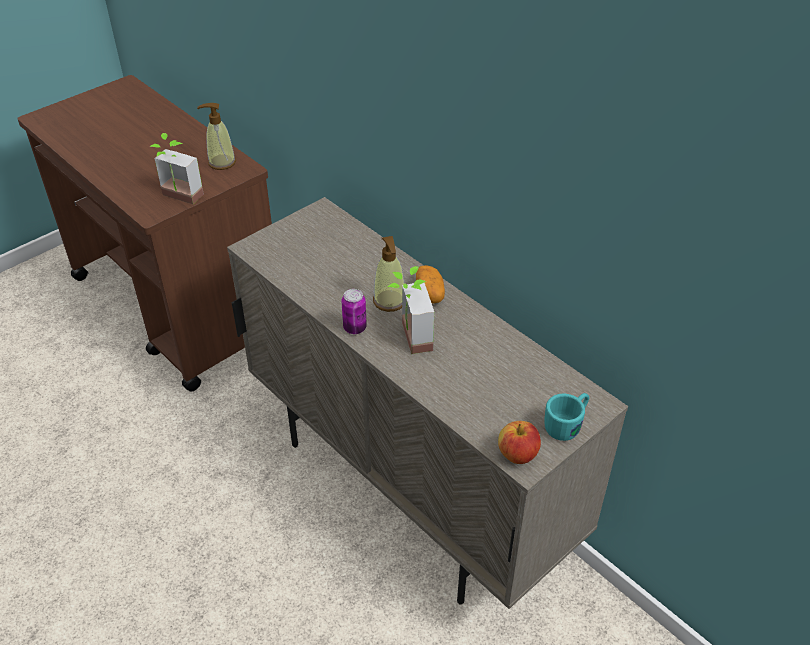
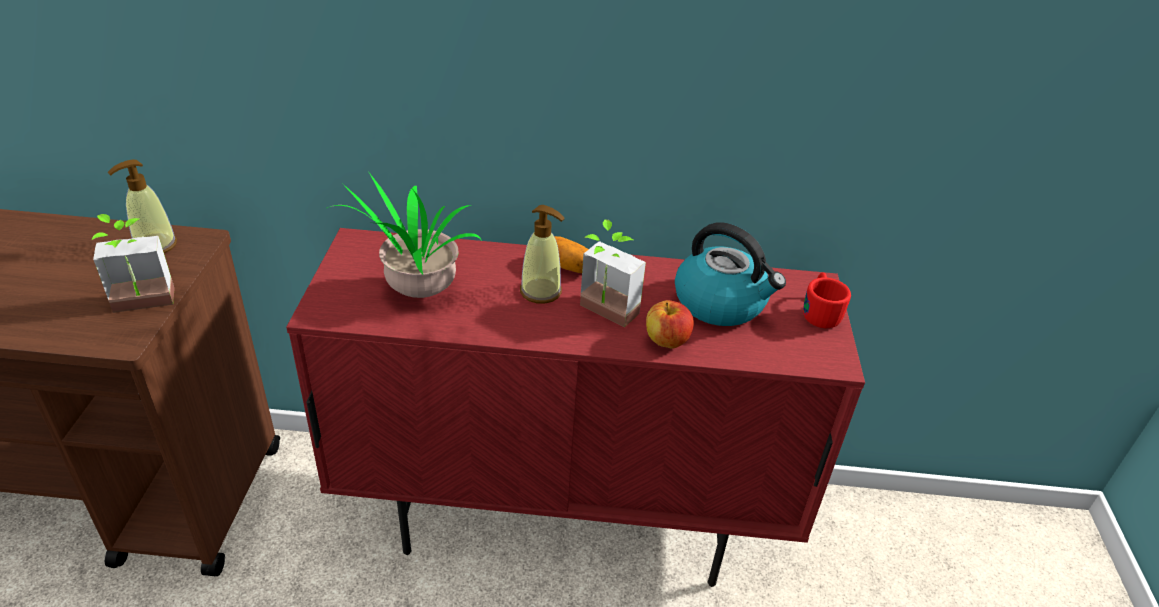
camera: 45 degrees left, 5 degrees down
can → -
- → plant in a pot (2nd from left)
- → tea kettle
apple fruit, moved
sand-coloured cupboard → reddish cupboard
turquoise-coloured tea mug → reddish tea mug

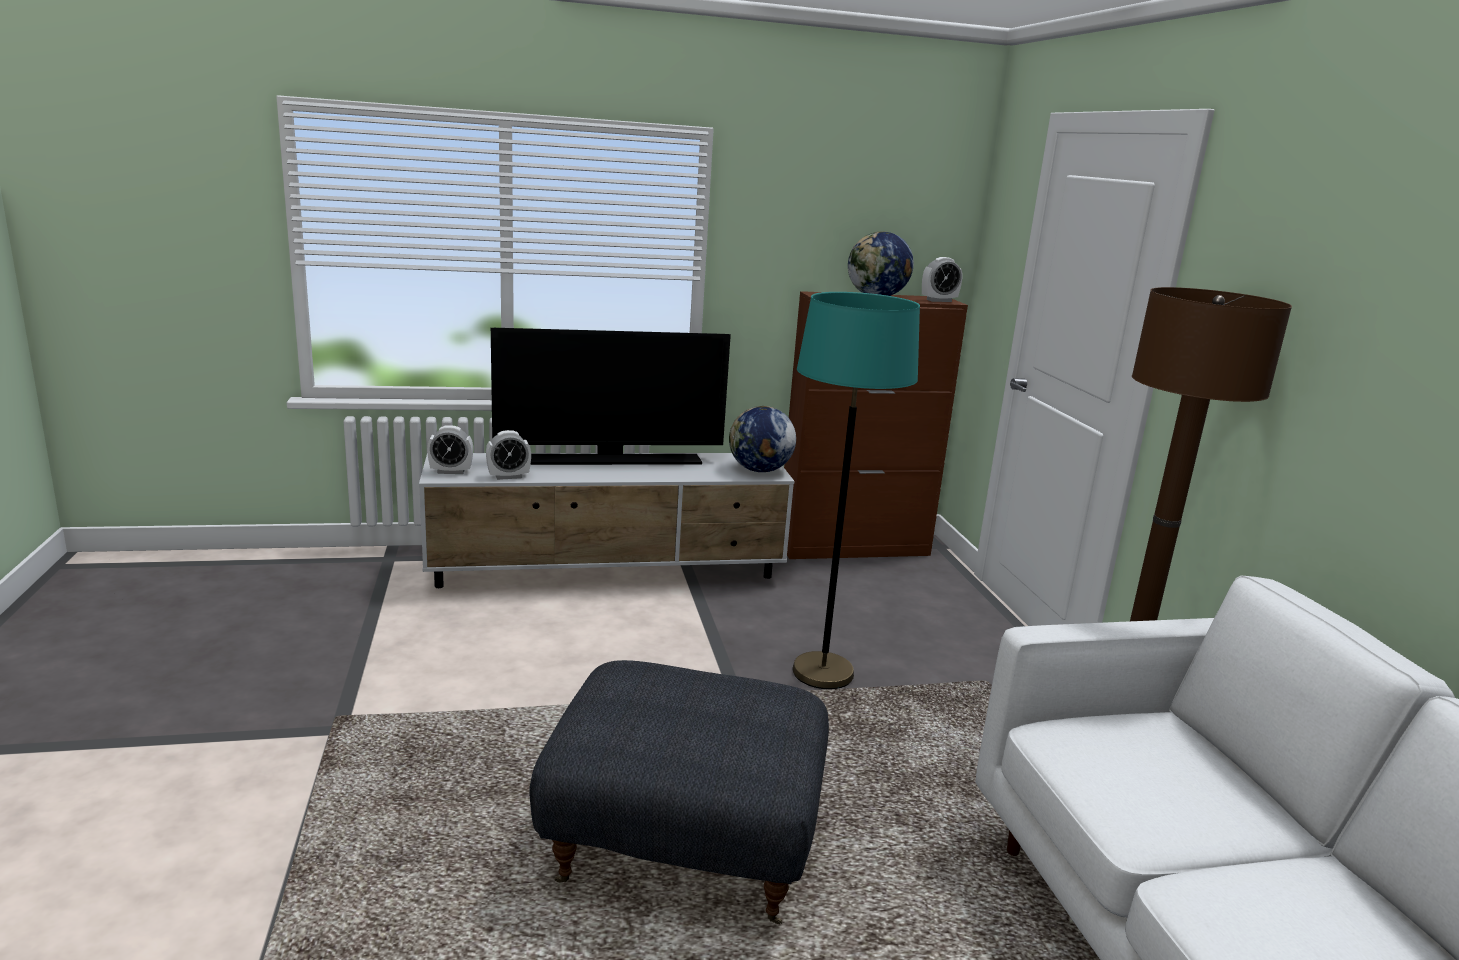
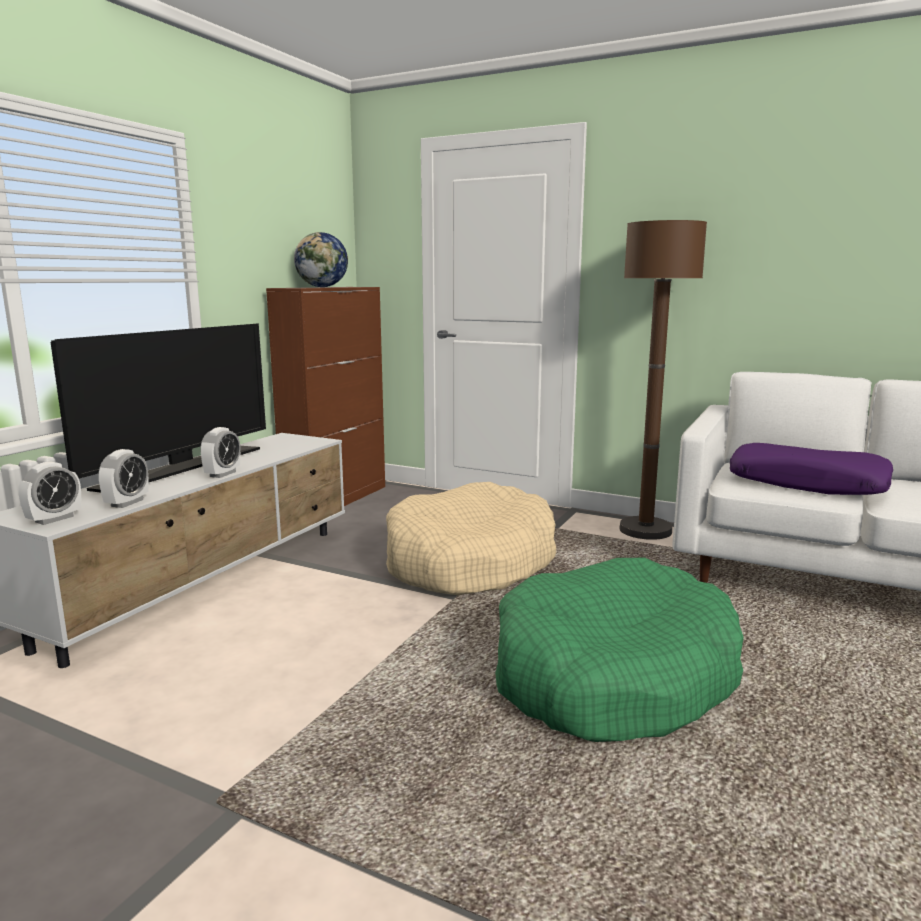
camera: 50 degrees left, 5 degrees down
desk globe (1st from left) → -
- → purple-coloured cushion
table clock (3rd from left), moved
grey pouffe → greenish dog bed
turquoise-coloured floor lamp → sand-coloured dog bed

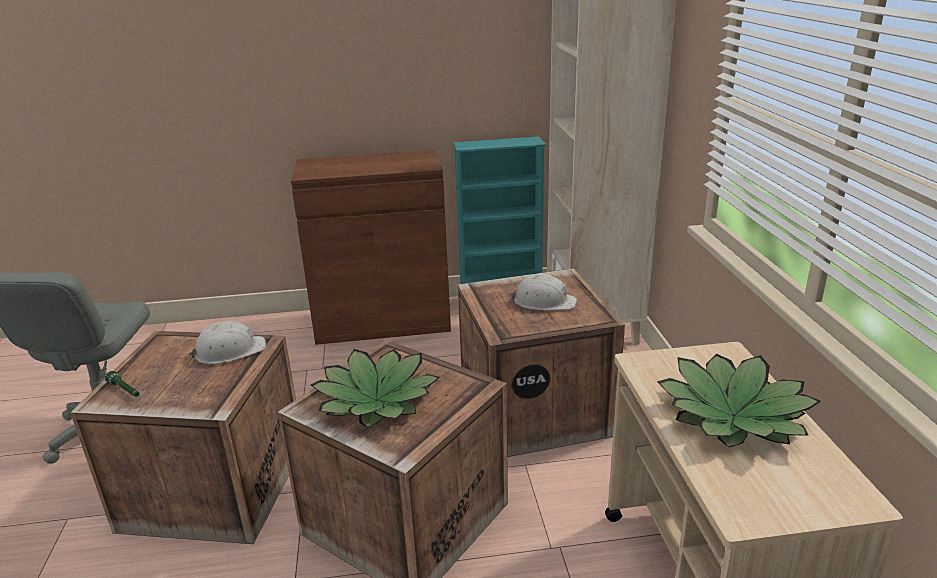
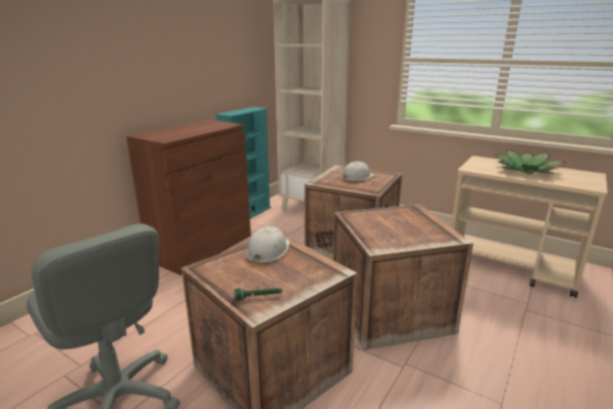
camera: 50 degrees left, 5 degrees down
plant in a pot (1st from left) → -

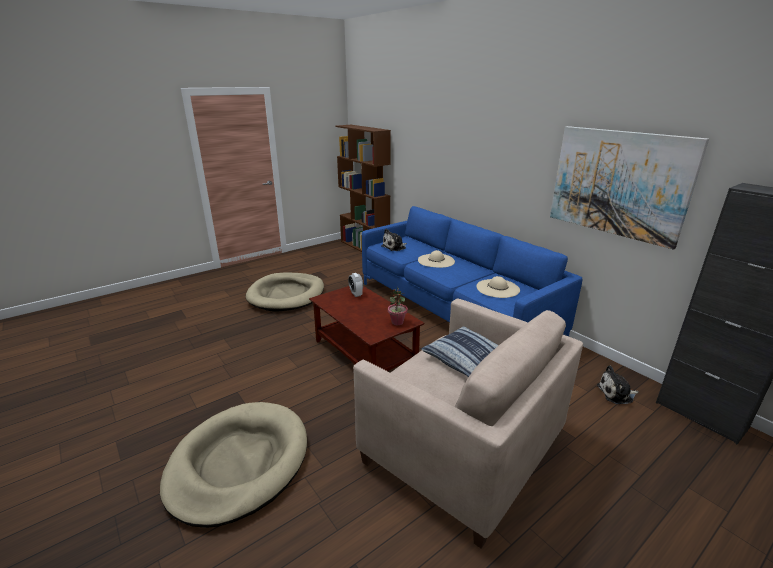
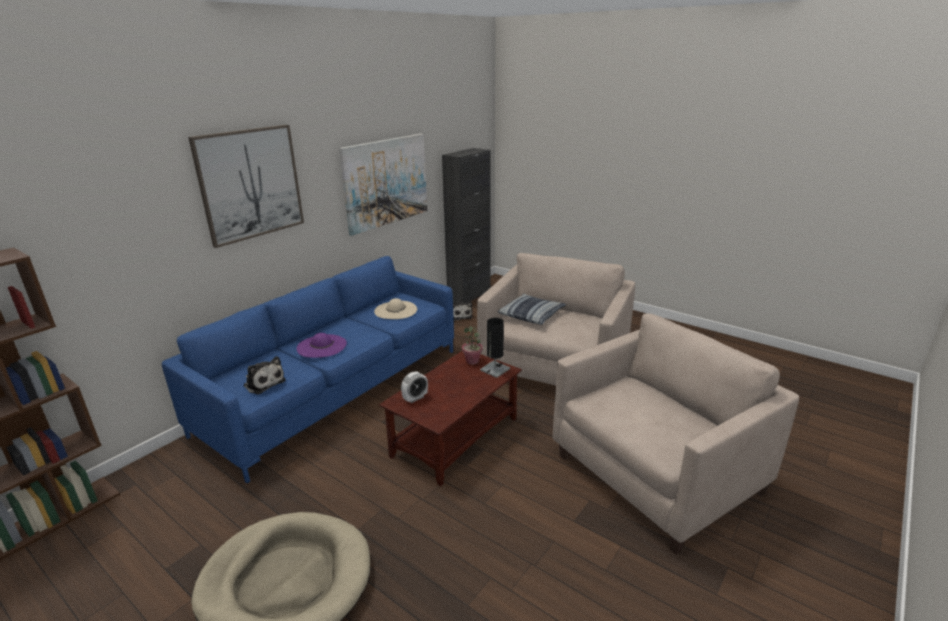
camera: 105 degrees left, 0 degrees up
- → picture (1st from left)
- → black-coloured tabletop lamp
sand-coloured dog bed (1st from left) → sand-coloured lounge chair (2nd from left)
sand-coloured clothing hat (1st from left) → purple-coloured clothing hat

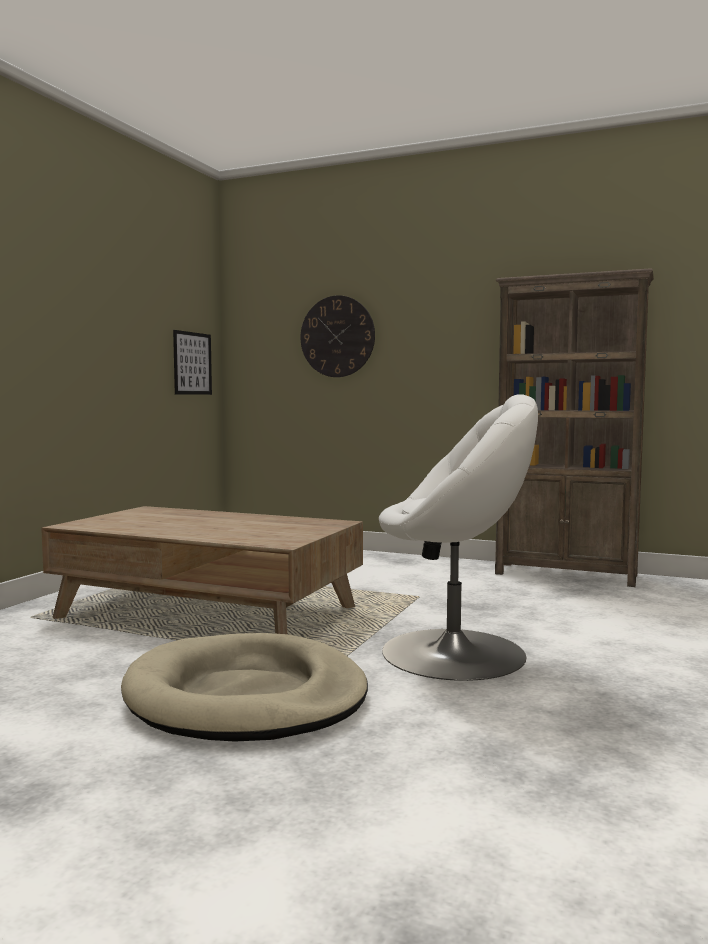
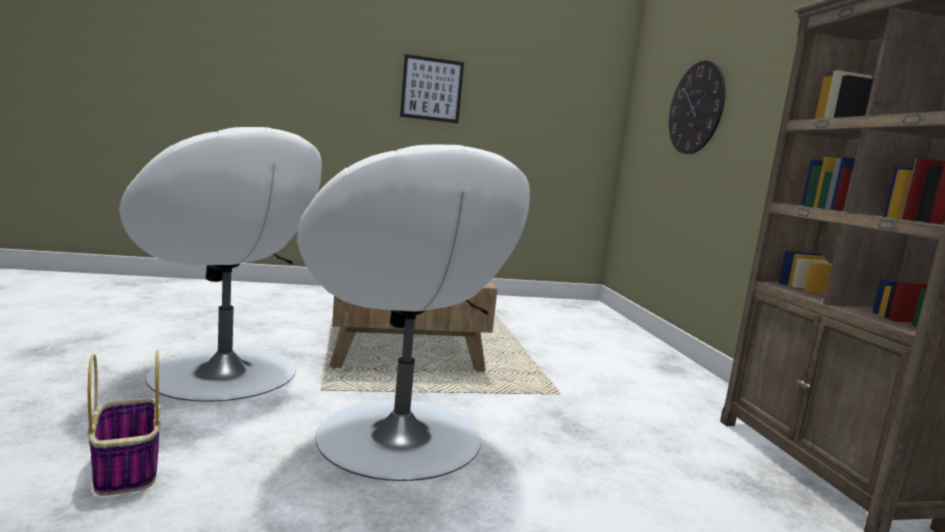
camera: 55 degrees right, 5 degrees up
- → storage basket
picture, moved
sand-coloured dog bed → whitish lounge chair (1st from left)

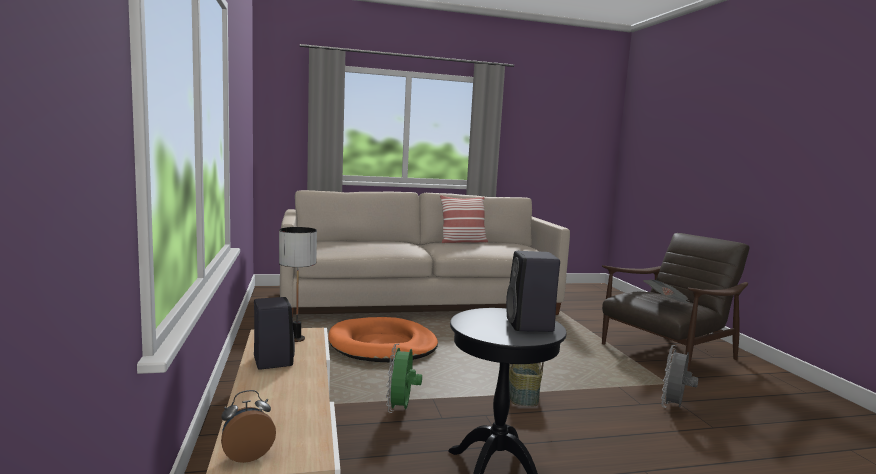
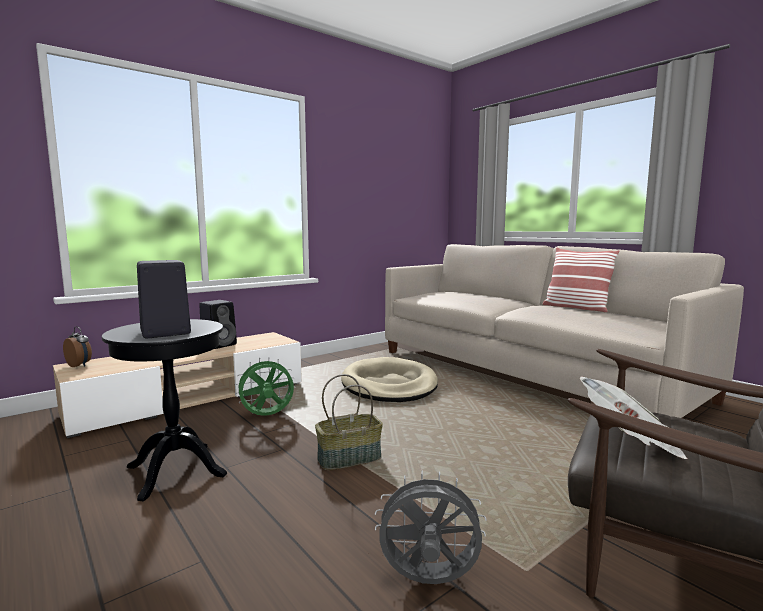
camera: 65 degrees right, 0 degrees up
tabletop lamp → -
orangey dog bed → sand-coloured dog bed

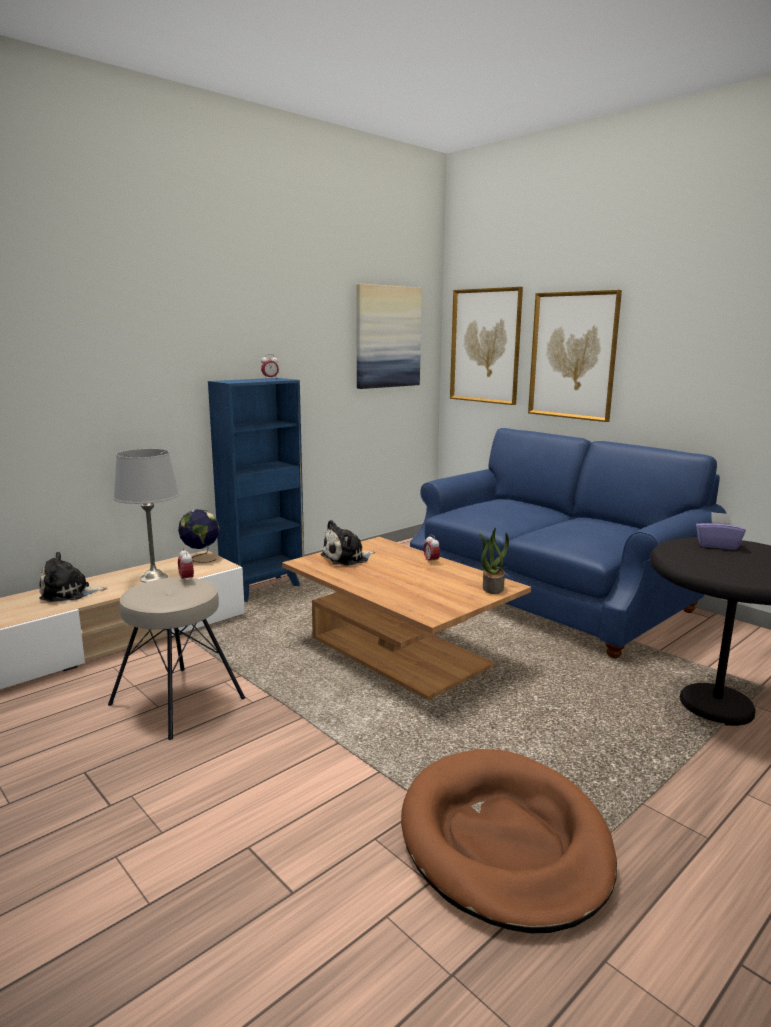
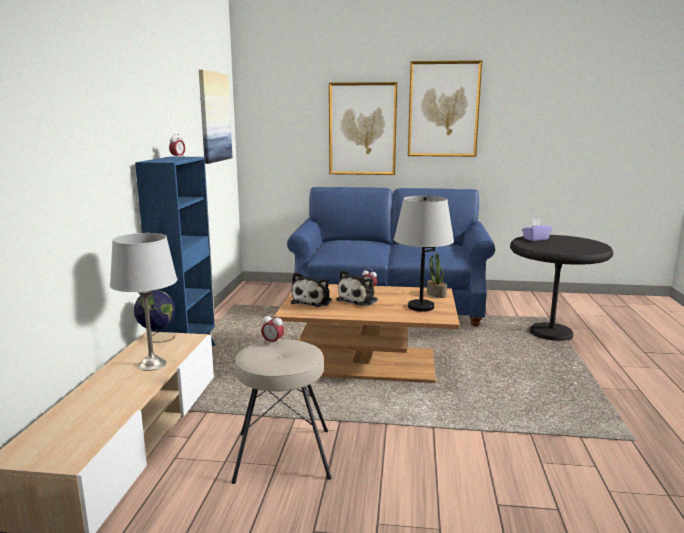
camera: 40 degrees left, 0 degrees up
brown dog bed → -
- → grey tabletop lamp (2nd from left)
cuddly toy (1st from left in the first image) → cuddly toy (2nd from left), moved
picture (2nd from left in the first image) → picture (3rd from left), moved

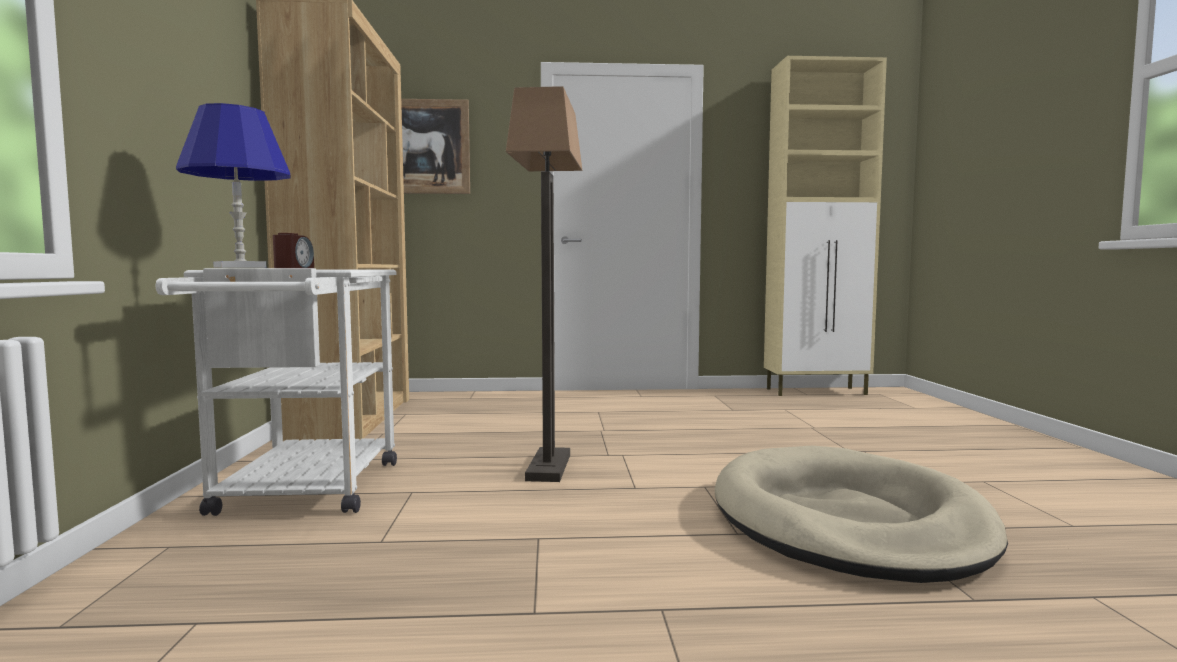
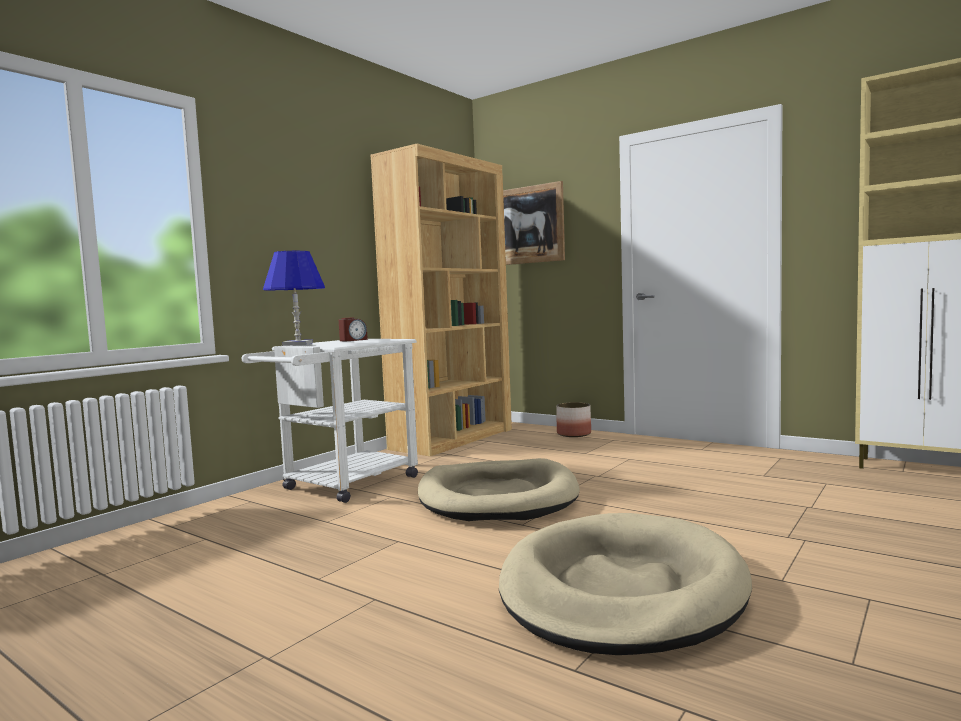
camera: 40 degrees right, 0 degrees up
- → planter
floor lamp → sand-coloured dog bed (1st from left)

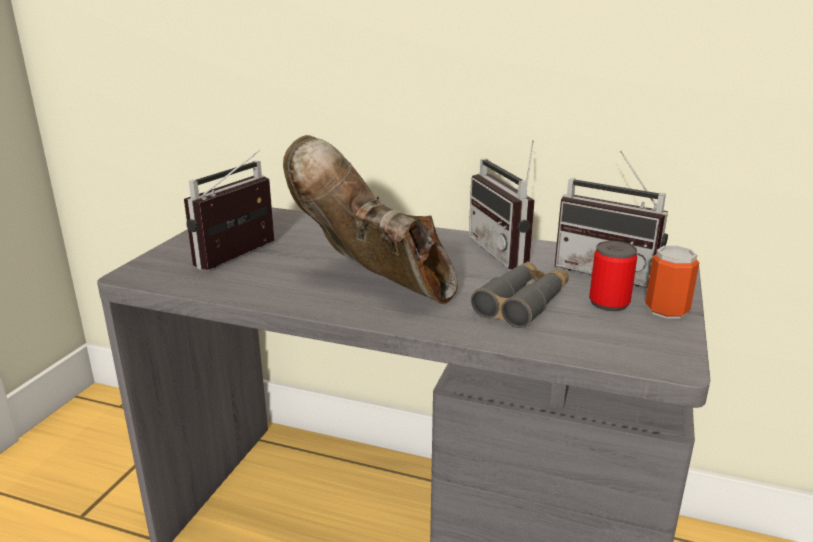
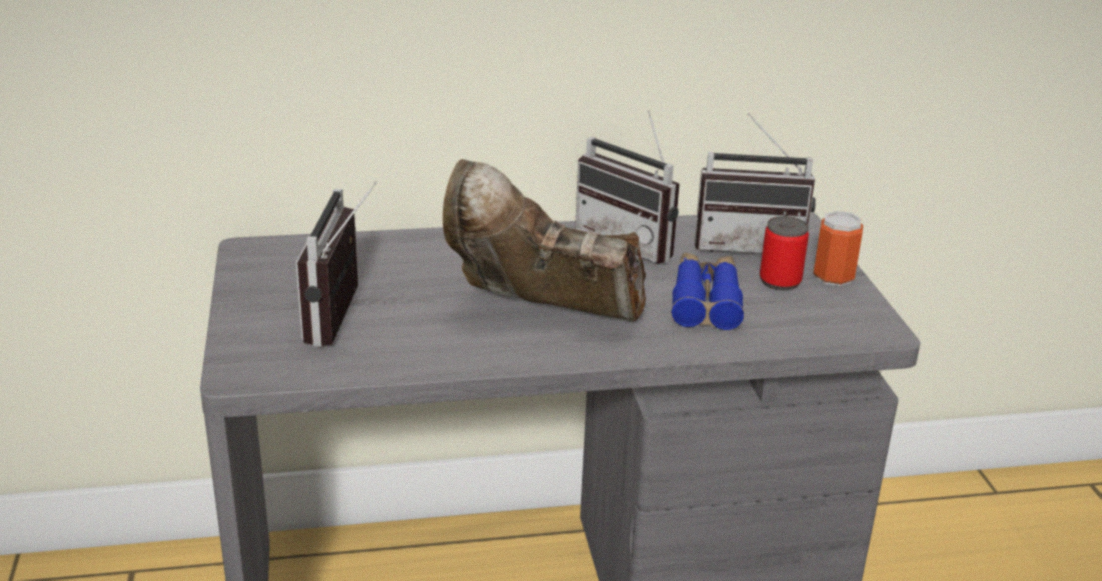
camera: 30 degrees left, 5 degrees up
grey pair of binoculars → blue pair of binoculars

